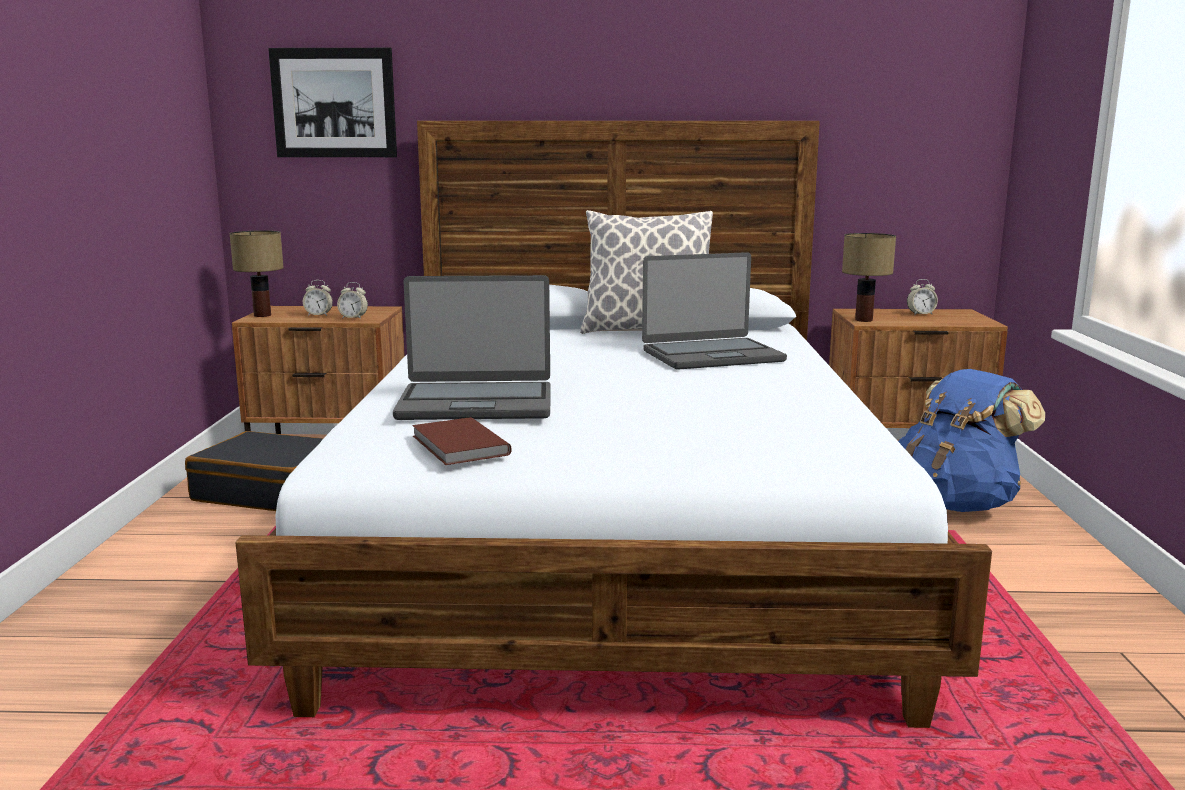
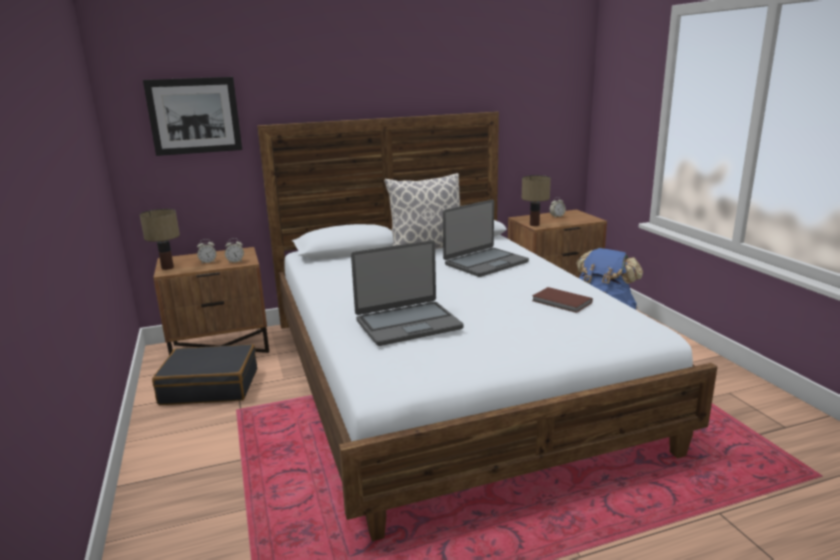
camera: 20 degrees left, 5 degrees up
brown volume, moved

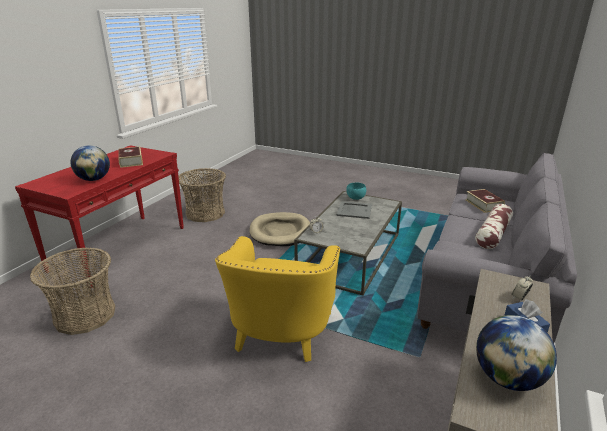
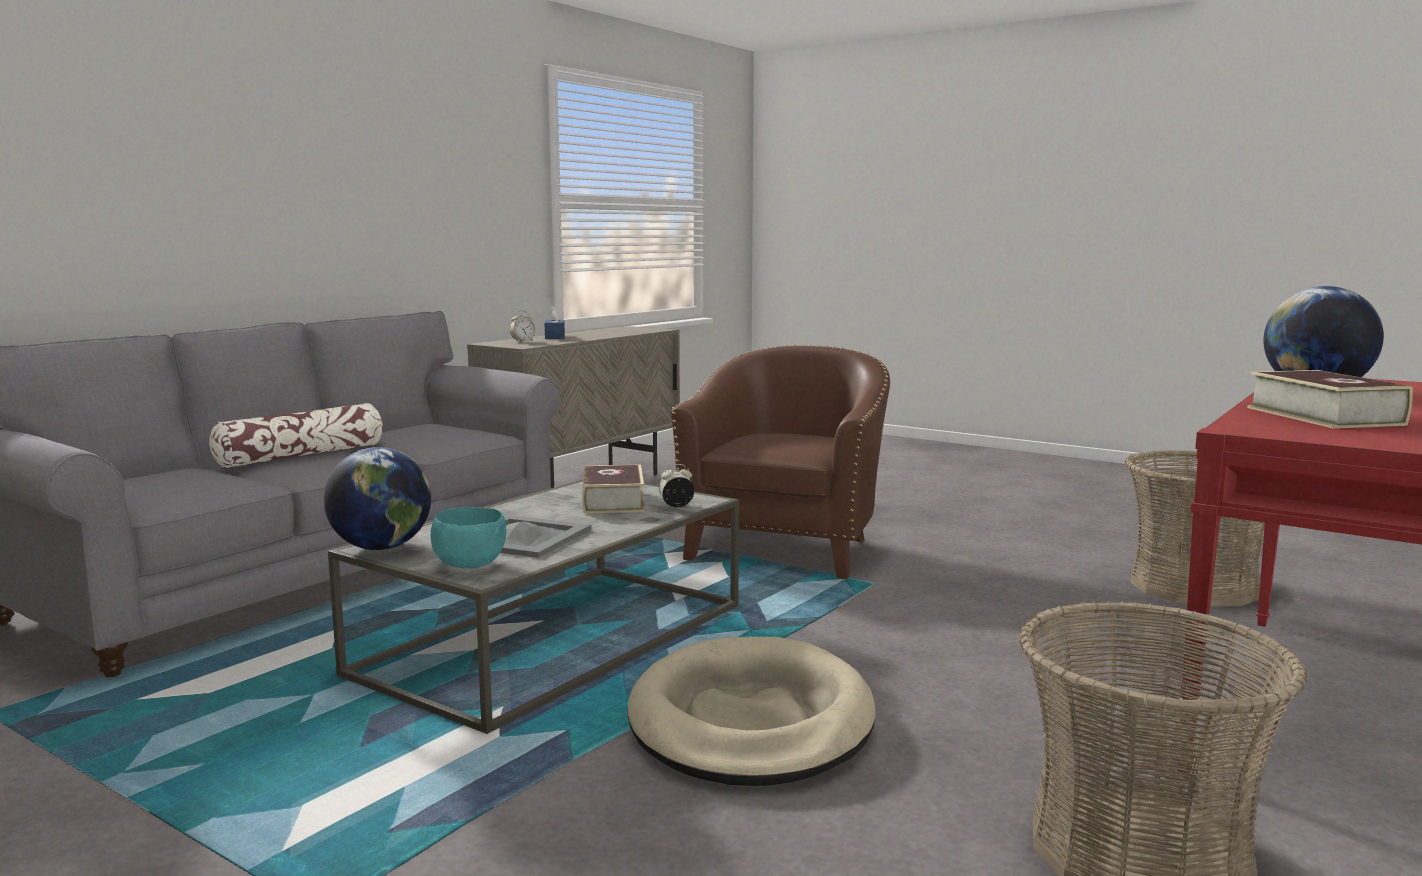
camera: 170 degrees left, 15 degrees down
volume (2nd from left in the first image) → volume (1st from left), moved
desk globe (2nd from left in the first image) → desk globe (1st from left), moved
yellow lounge chair → brown lounge chair

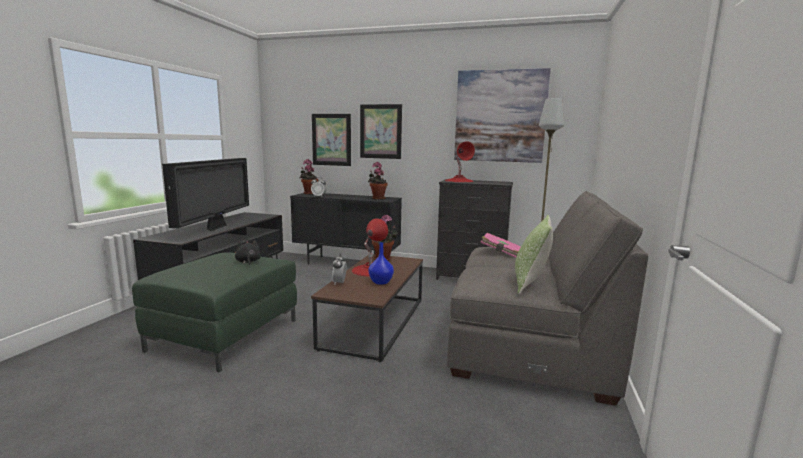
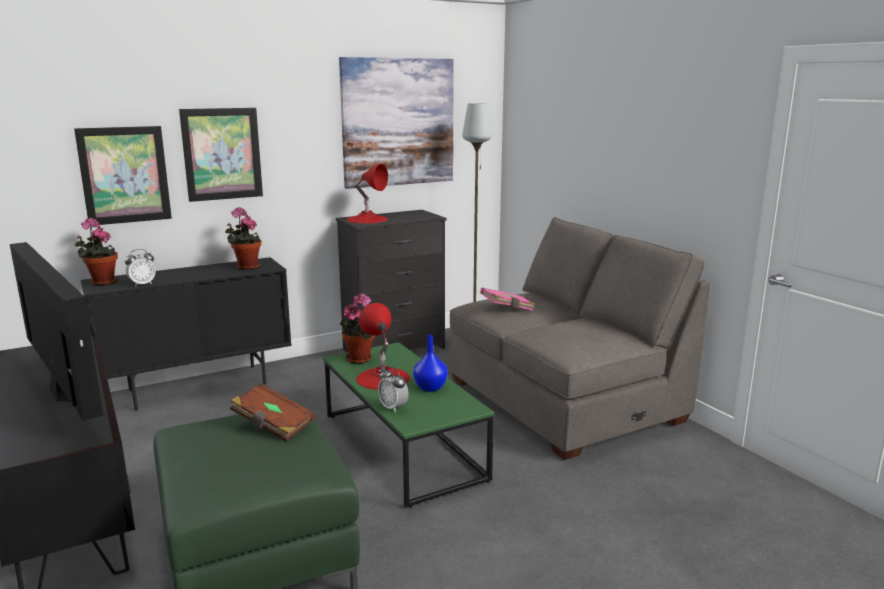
camera: 45 degrees left, 5 degrees up
cushion → -
black-coloured cuddly toy → brown volume
brown low table → greenish low table

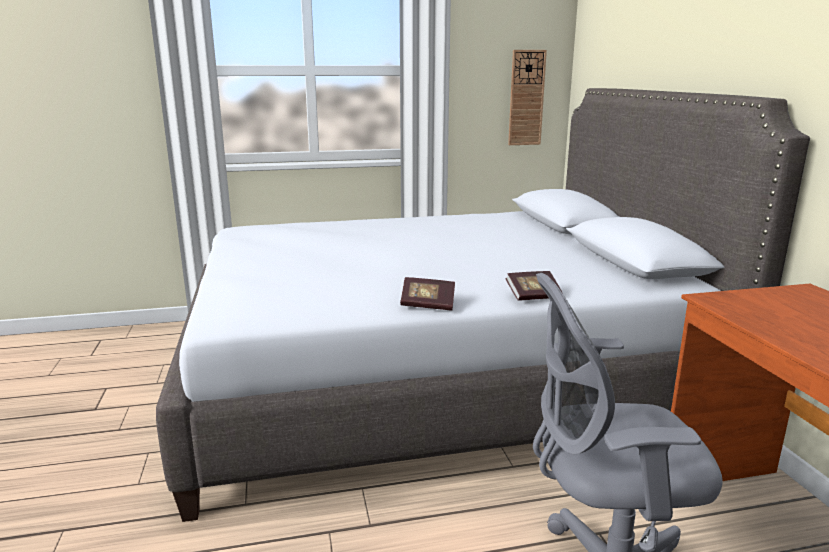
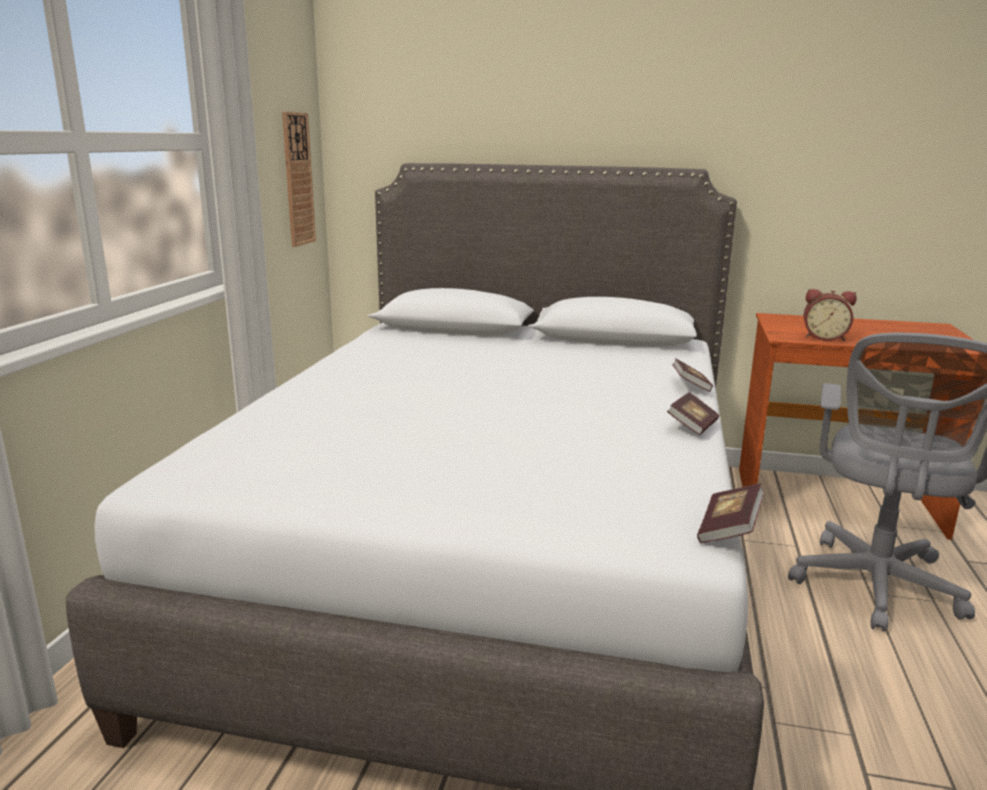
camera: 65 degrees left, 0 degrees up
- → volume (3rd from left)
- → table clock

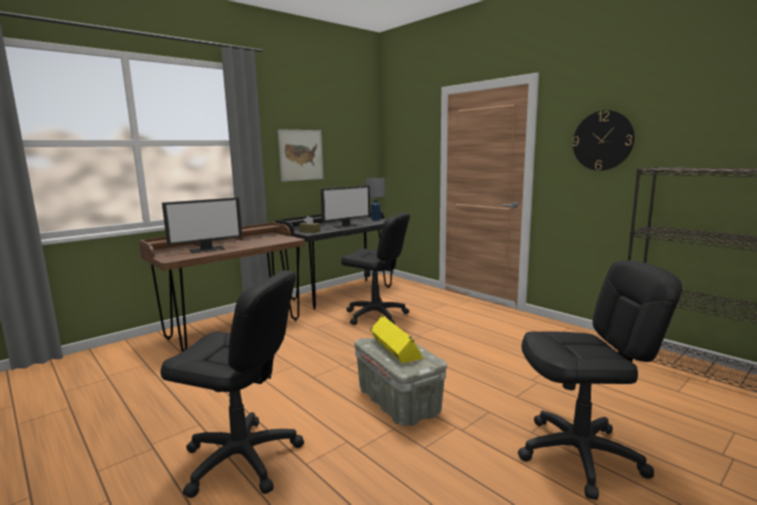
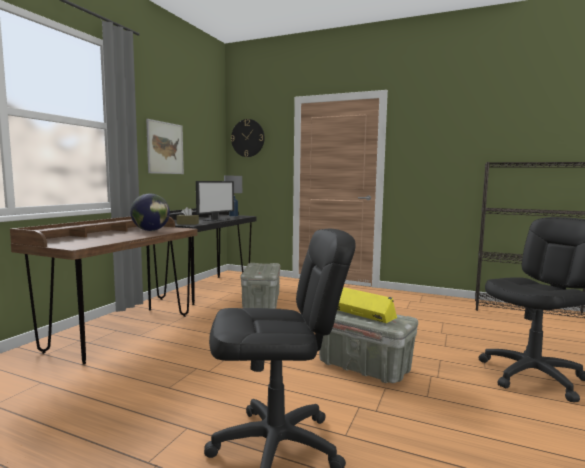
camera: 25 degrees left, 5 degrees down
computer screen (1st from left) → -
- → desk globe
wall clock, moved
black-coloured computer chair (2nd from left) → grey storage bin (1st from left)

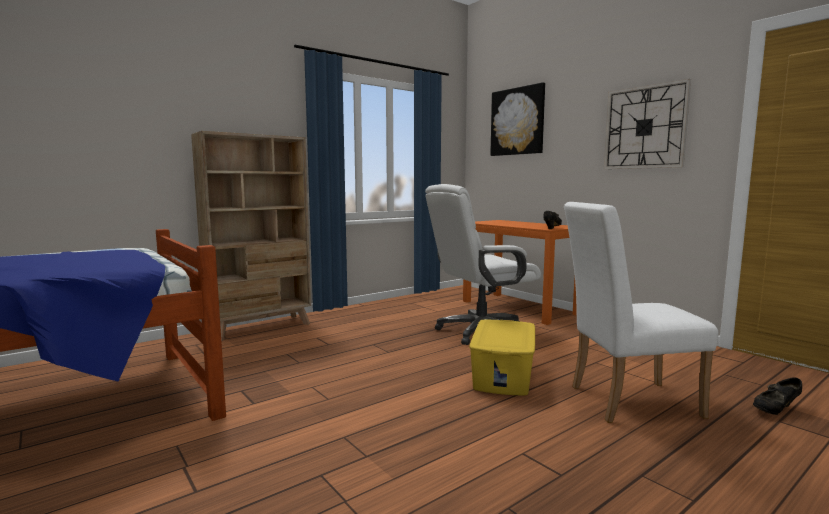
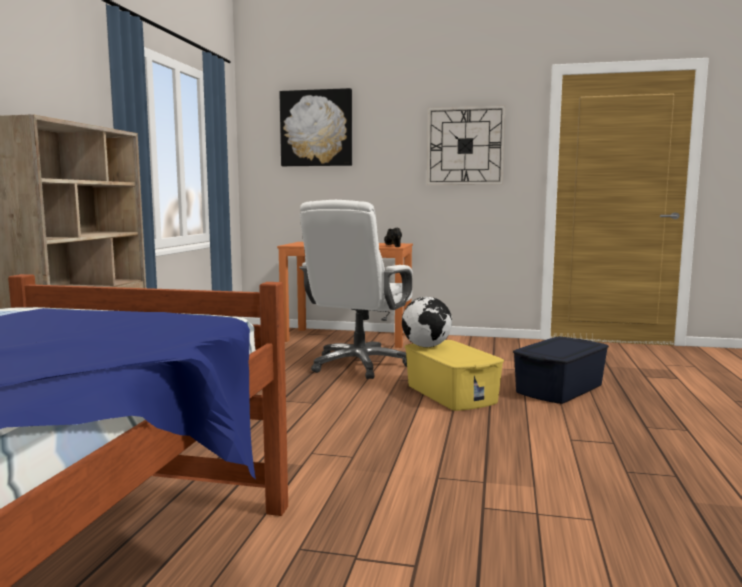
camera: 40 degrees left, 0 degrees up
black-coloured low shoe (2nd from left) → -
- → desk globe
whitish chair → blue storage bin

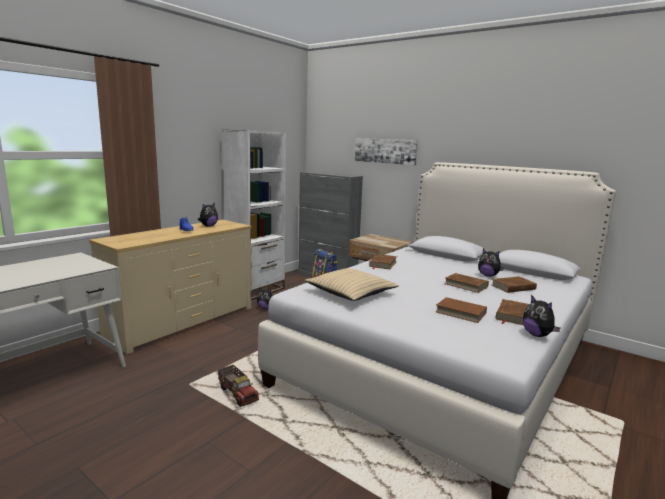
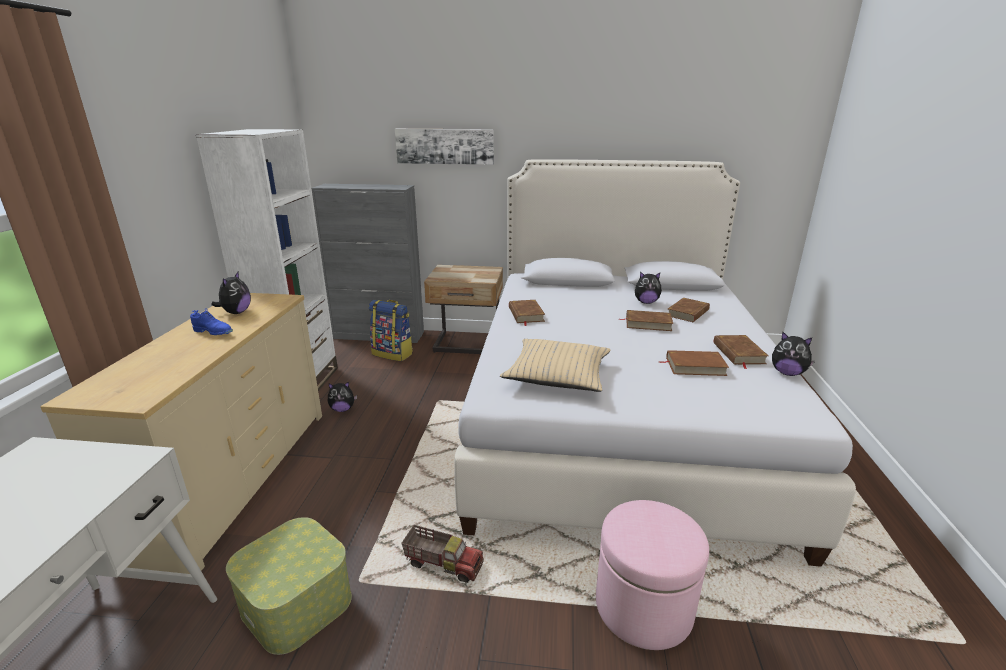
camera: 30 degrees left, 10 degrees up
- → storage bin
- → pink pouffe

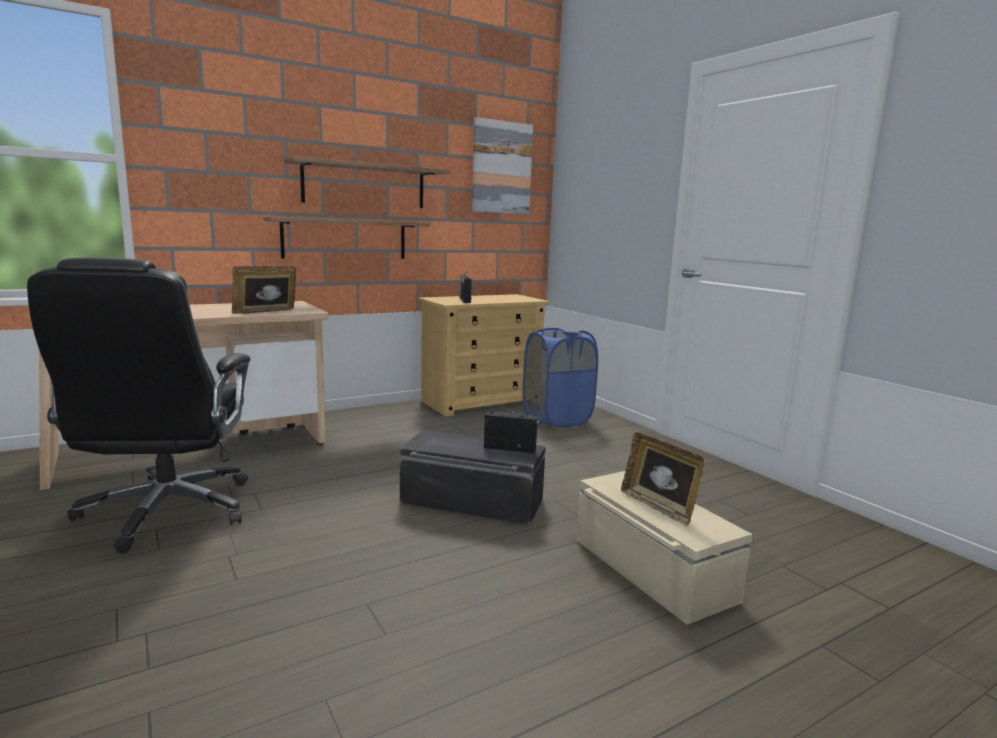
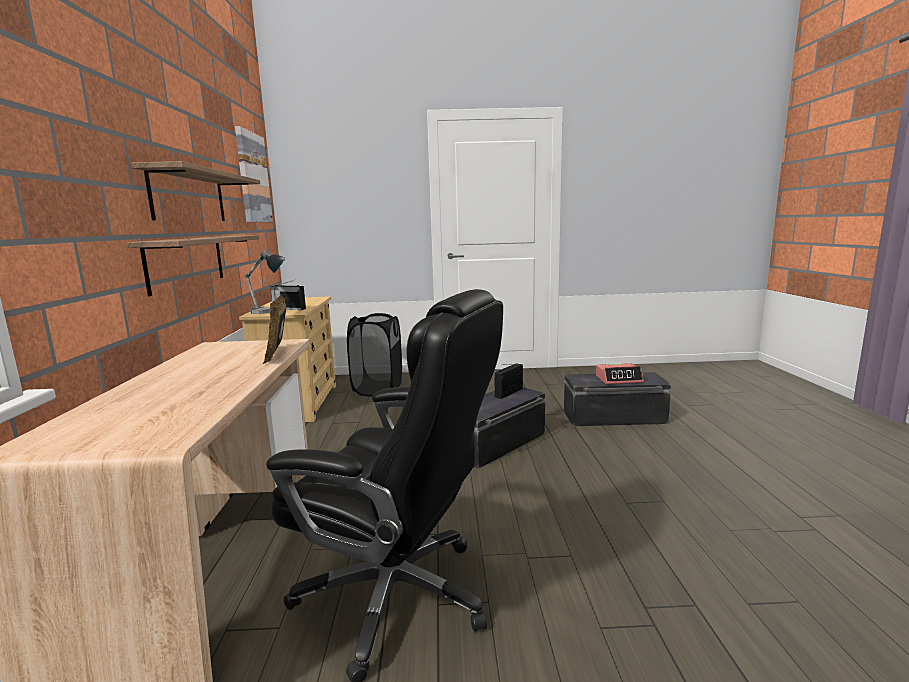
camera: 60 degrees left, 0 degrees up
- → tabletop lamp
standing frame (2nd from left) → table clock
blue hamper → black-coloured hamper
sand-coloured storage bin → black-coloured storage bin (2nd from left)

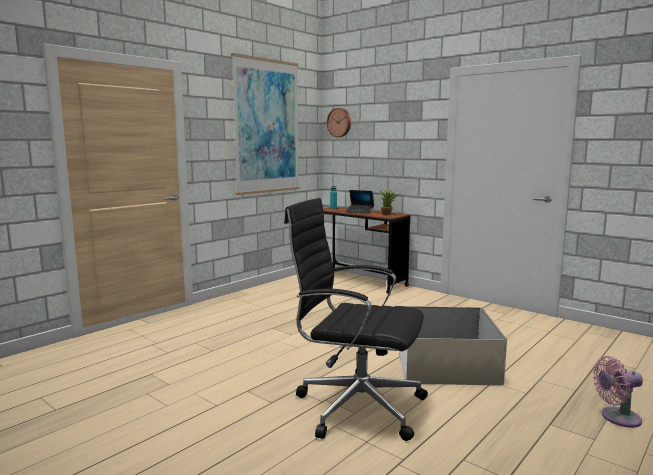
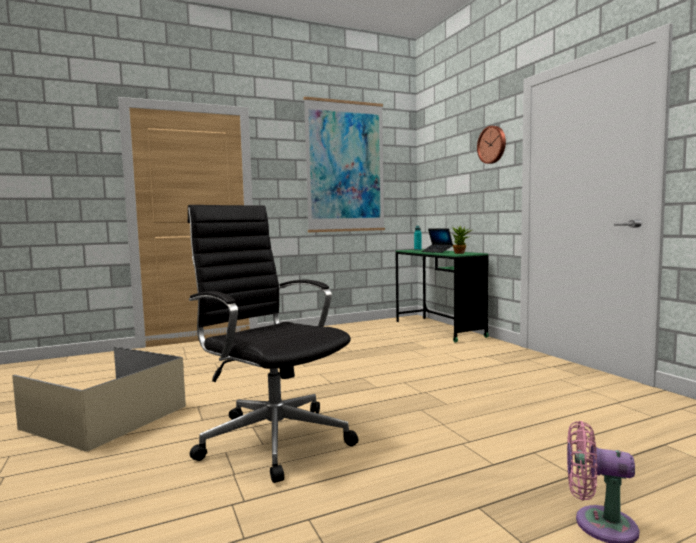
camera: 25 degrees right, 5 degrees down
wall clock, moved
sand-coloured storage bin, moved
brown desk table → greenish desk table

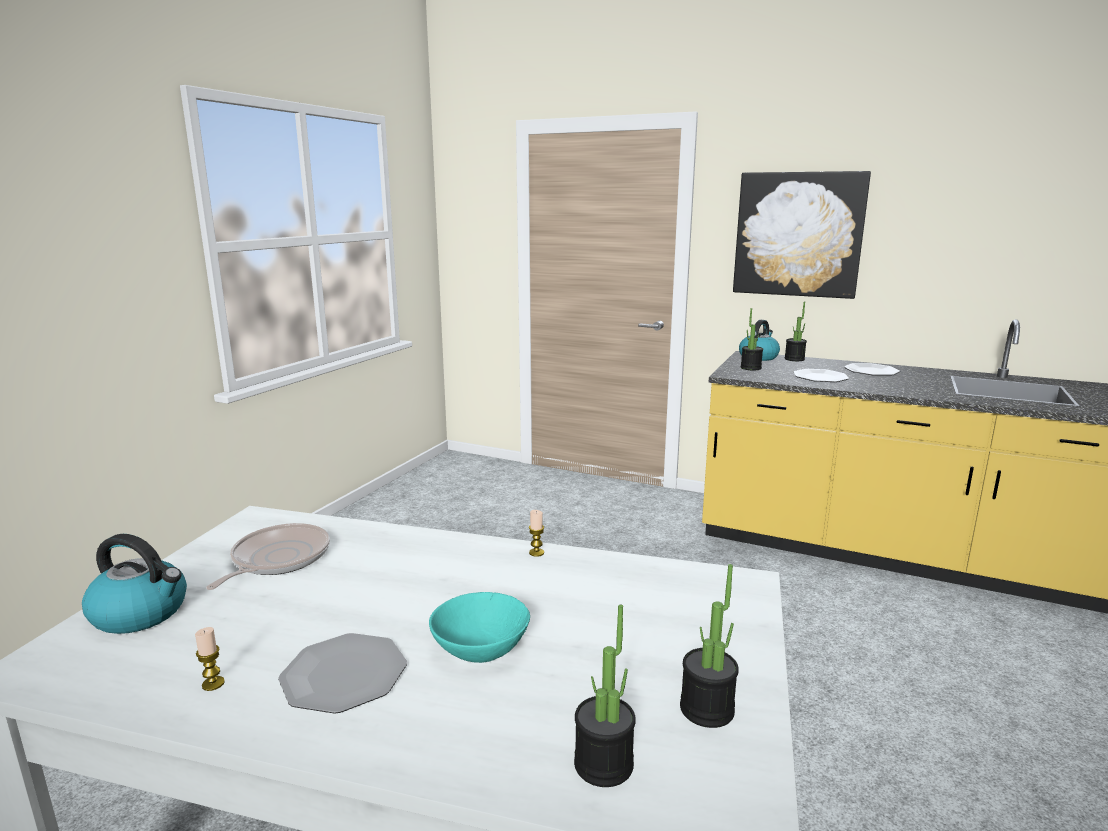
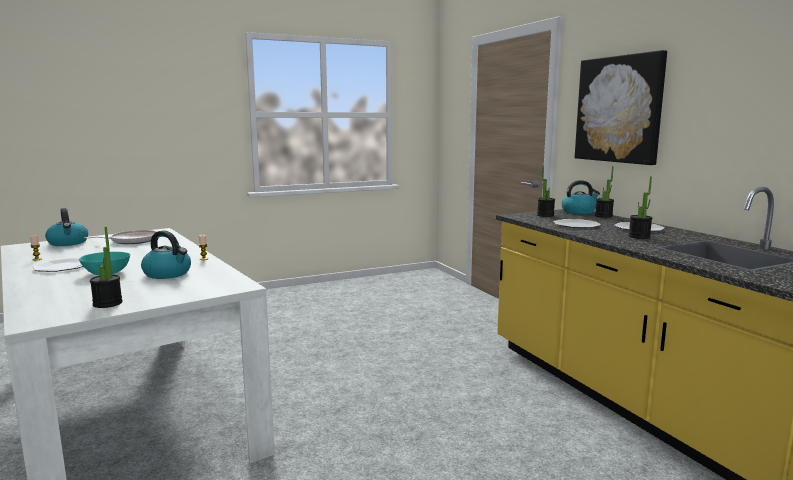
camera: 40 degrees right, 5 degrees down
- → tea kettle (2nd from left)
plant in a pot (1st from left in the first image) → plant in a pot (4th from left), moved

